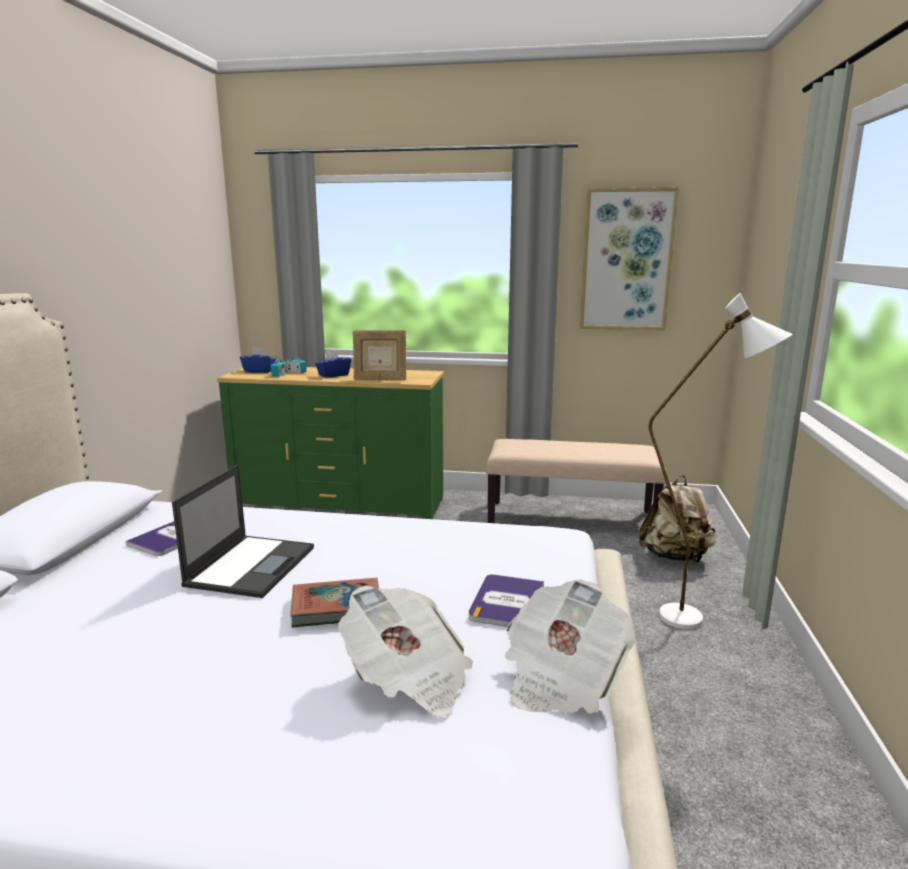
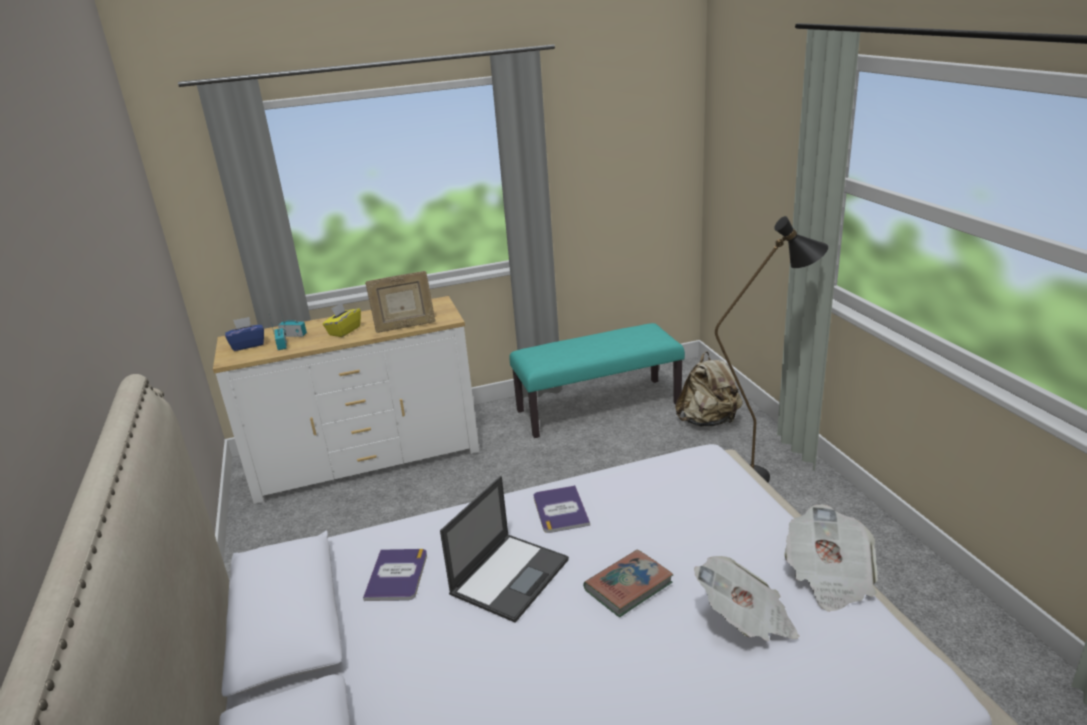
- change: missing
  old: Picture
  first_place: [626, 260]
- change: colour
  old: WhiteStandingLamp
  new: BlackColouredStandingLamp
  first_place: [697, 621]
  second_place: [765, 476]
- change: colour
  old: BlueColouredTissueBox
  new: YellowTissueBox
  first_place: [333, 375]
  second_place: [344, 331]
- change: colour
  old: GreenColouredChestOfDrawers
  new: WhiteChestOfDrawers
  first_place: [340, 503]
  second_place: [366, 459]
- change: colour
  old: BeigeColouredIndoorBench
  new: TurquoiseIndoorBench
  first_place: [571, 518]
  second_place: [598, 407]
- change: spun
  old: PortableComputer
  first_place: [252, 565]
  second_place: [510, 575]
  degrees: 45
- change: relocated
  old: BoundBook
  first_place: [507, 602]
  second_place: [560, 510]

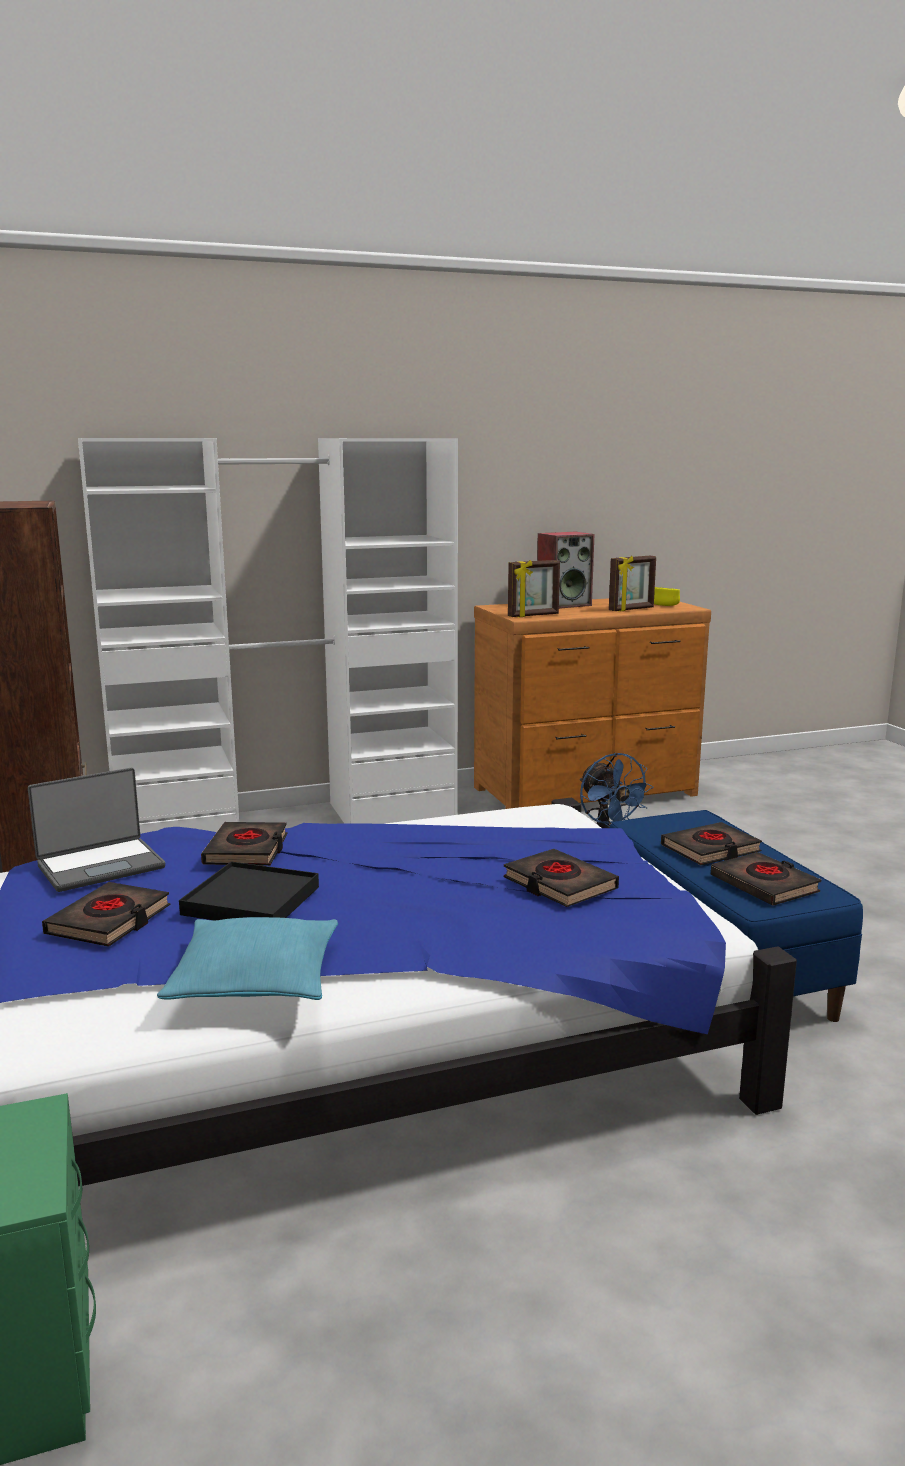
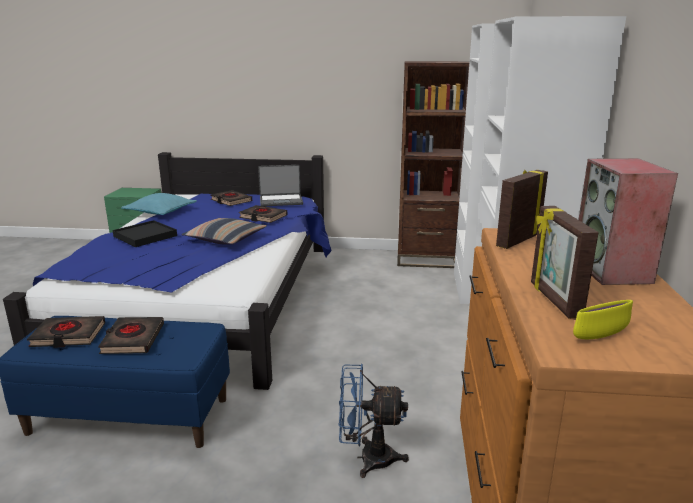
- change: spun
  old: PhotoFrame
  first_place: [533, 615]
  second_place: [517, 240]
  degrees: 45
- change: spun
  old: PortableComputer
  first_place: [100, 866]
  second_place: [281, 201]
  degrees: -90
- change: missing
  old: BlackColouredBoundBook
  first_place: [559, 884]
- change: relocated
  old: BlackColouredServingTray
  first_place: [252, 900]
  second_place: [145, 236]
- change: appeared
  new: ThrowPillow
  second_place: [226, 239]

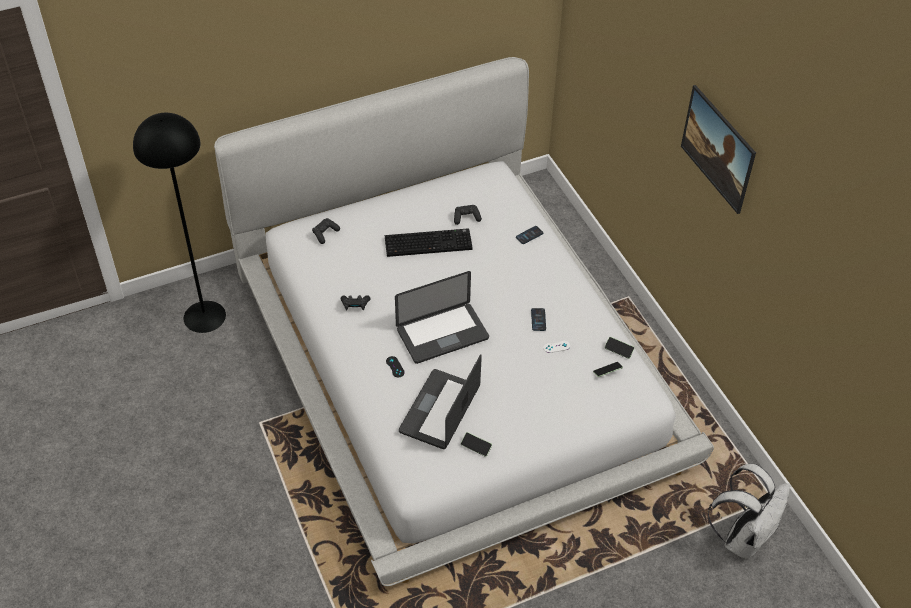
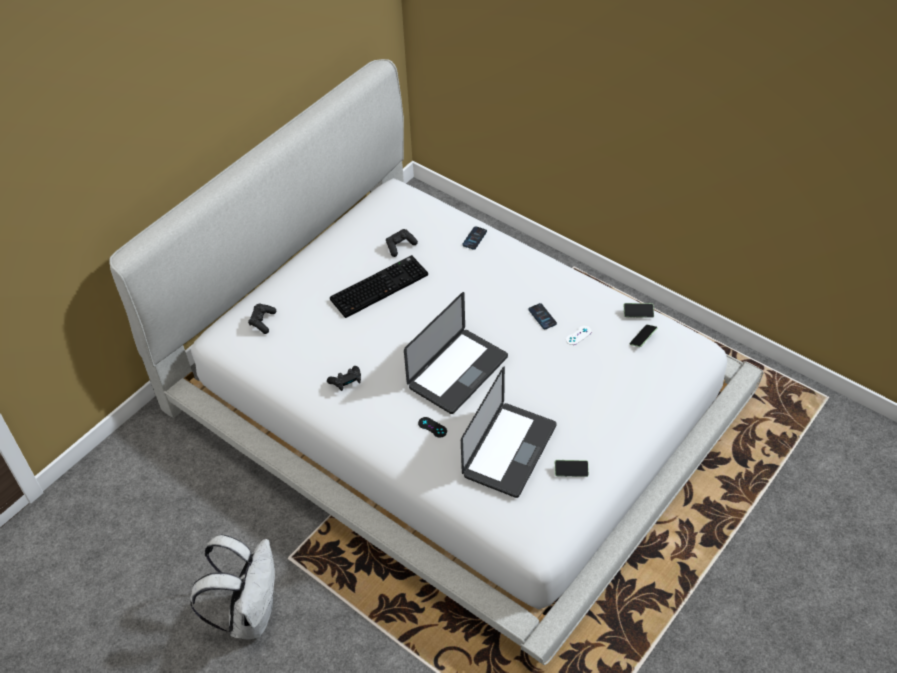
- change: missing
  old: Picture
  first_place: [714, 164]
- change: missing
  old: BlackColouredStandingLamp
  first_place: [204, 316]
- change: spun
  old: PortableComputer
  first_place: [440, 410]
  second_place: [509, 451]
  degrees: -150
- change: relocated
  old: WhiteKnapsack
  first_place: [743, 537]
  second_place: [250, 614]

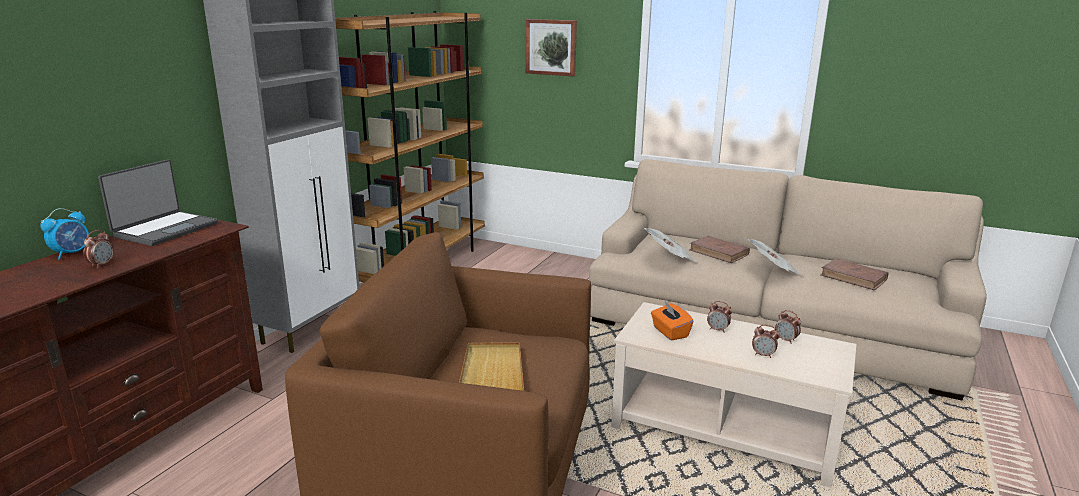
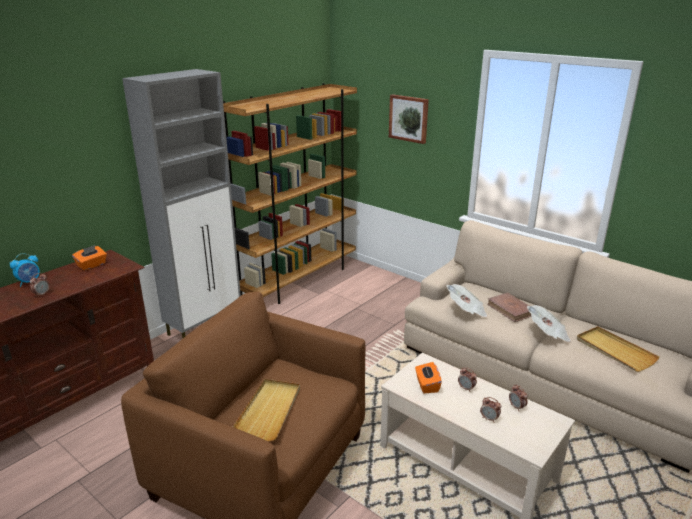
- change: exchanged
  old: PortableComputer
  new: OrangeTissueBox
  first_place: [165, 230]
  second_place: [92, 265]
- change: exchanged
  old: BrownColouredBoundBook
  new: BeigeColouredServingTray
  first_place: [854, 277]
  second_place: [614, 351]

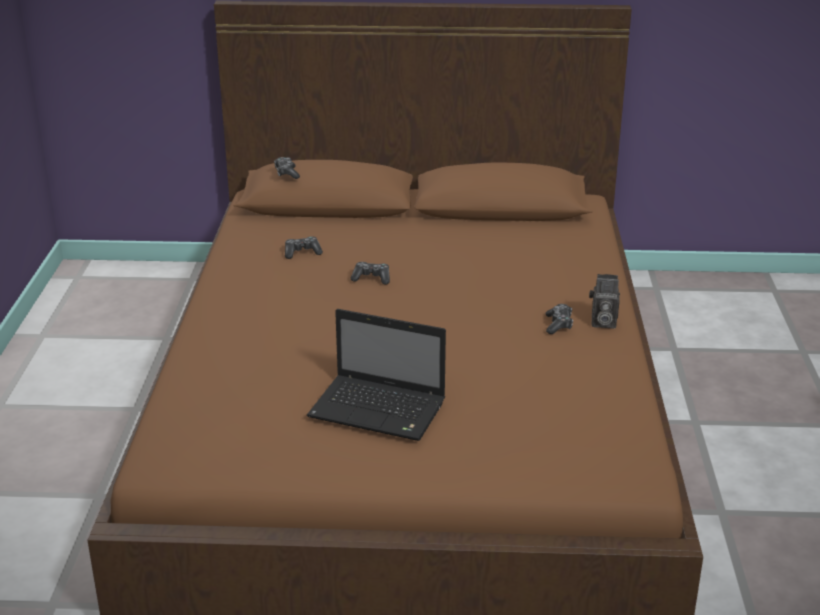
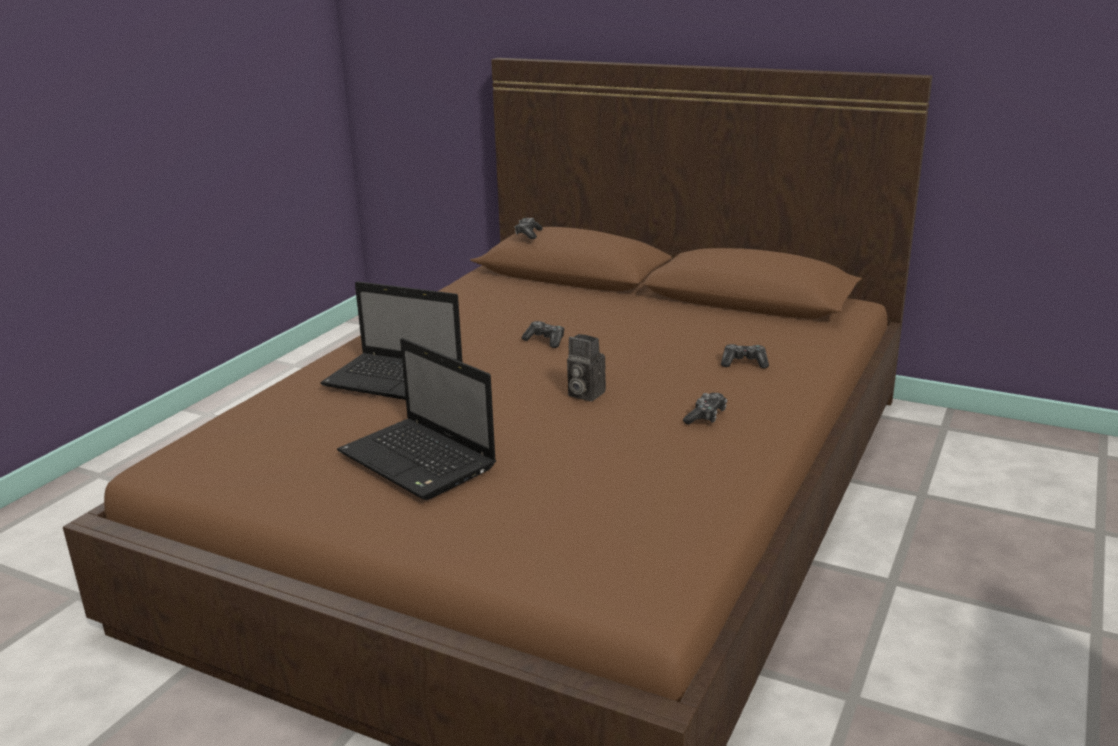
- change: relocated
  old: Joypad
  first_place: [302, 253]
  second_place: [744, 363]
- change: relocated
  old: PhotoCamera
  first_place: [602, 323]
  second_place: [583, 394]
- change: appeared
  new: PortableComputer
  second_place: [397, 380]

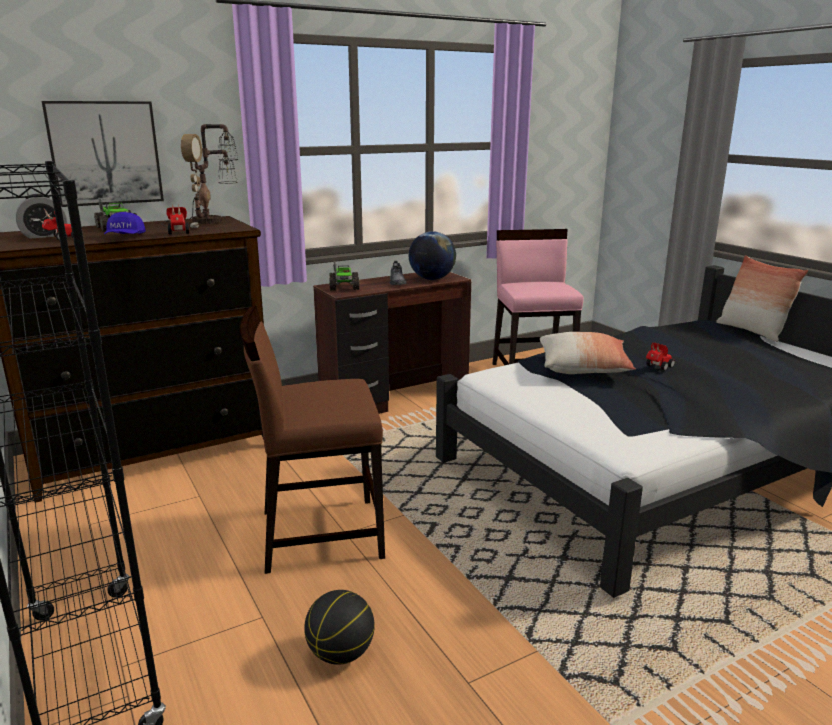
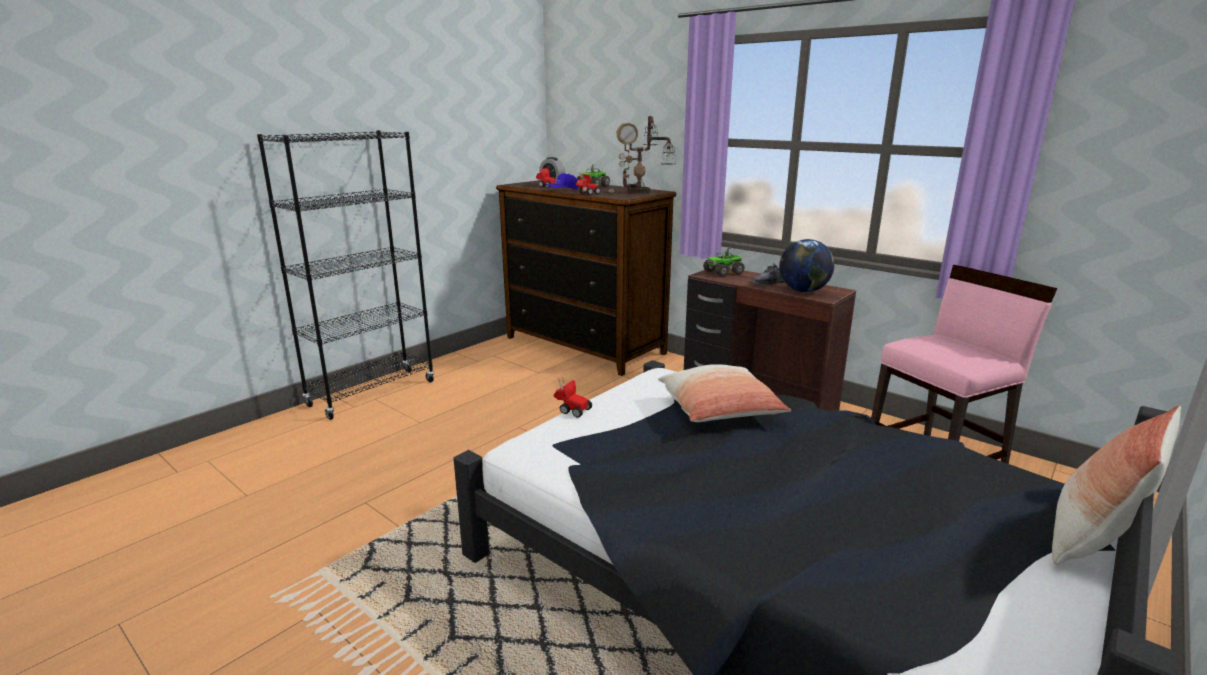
- change: missing
  old: Picture
  first_place: [105, 153]
- change: missing
  old: BrownColouredUprightChair
  first_place: [319, 533]
- change: relocated
  old: ModelCar
  first_place: [657, 367]
  second_place: [571, 410]
- change: missing
  old: Basketball
  first_place: [340, 653]

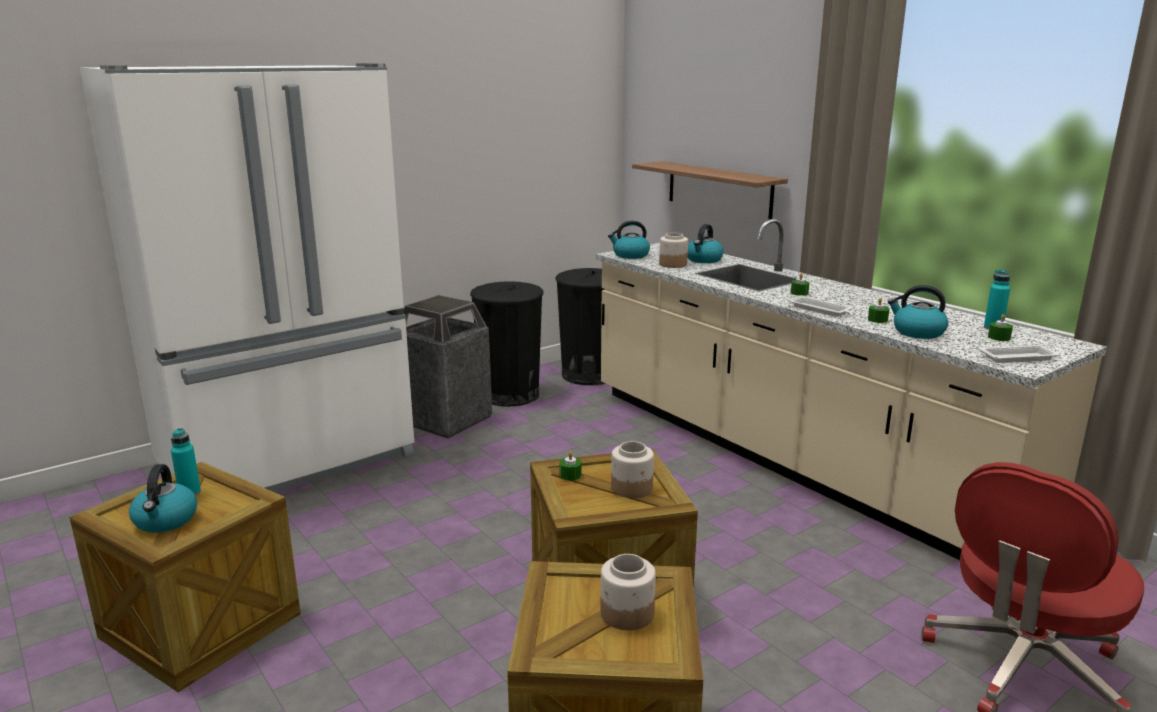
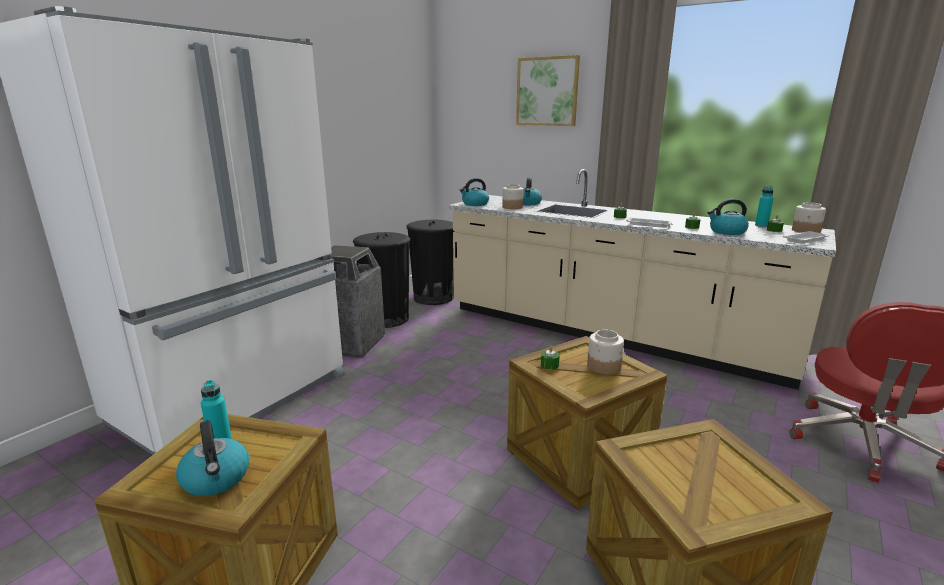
- change: missing
  old: Shelf
  first_place: [719, 189]
- change: relocated
  old: Jar
  first_place: [627, 614]
  second_place: [806, 231]
- change: appeared
  new: Picture
  second_place: [547, 91]

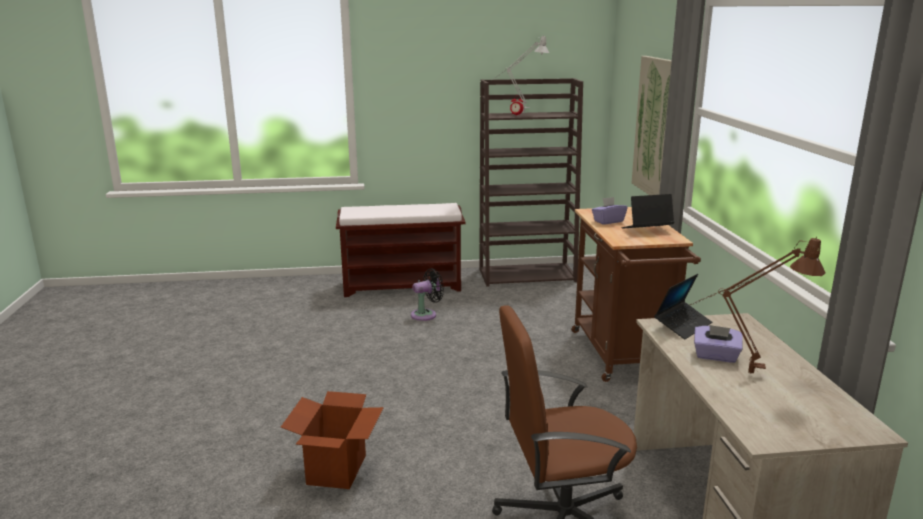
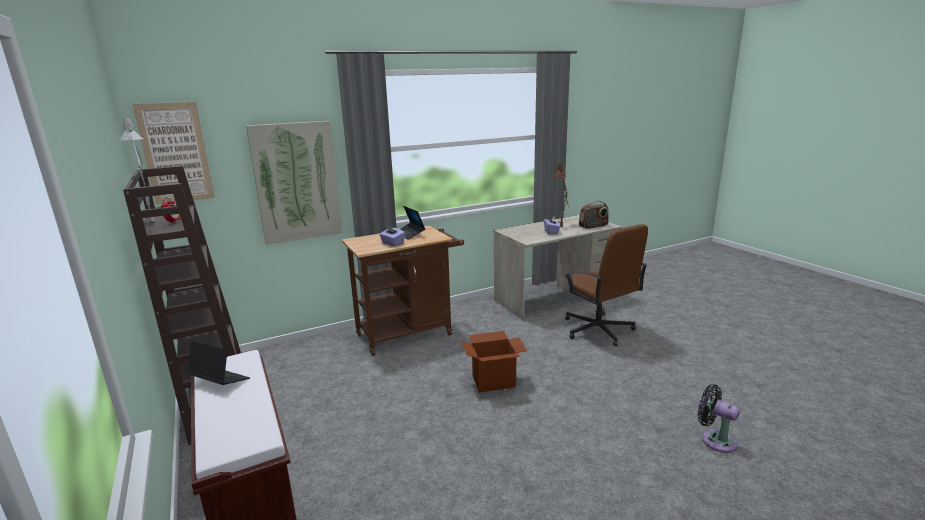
- change: relocated
  old: BlackColouredElectricFan
  first_place: [426, 314]
  second_place: [715, 440]
- change: relocated
  old: PortableComputer
  first_place: [682, 325]
  second_place: [219, 381]
- change: relocated
  old: PackingBox
  first_place: [336, 470]
  second_place: [494, 381]
- change: appeared
  new: Picture
  second_place: [175, 153]
- change: appeared
  new: Radio
  second_place: [593, 226]

